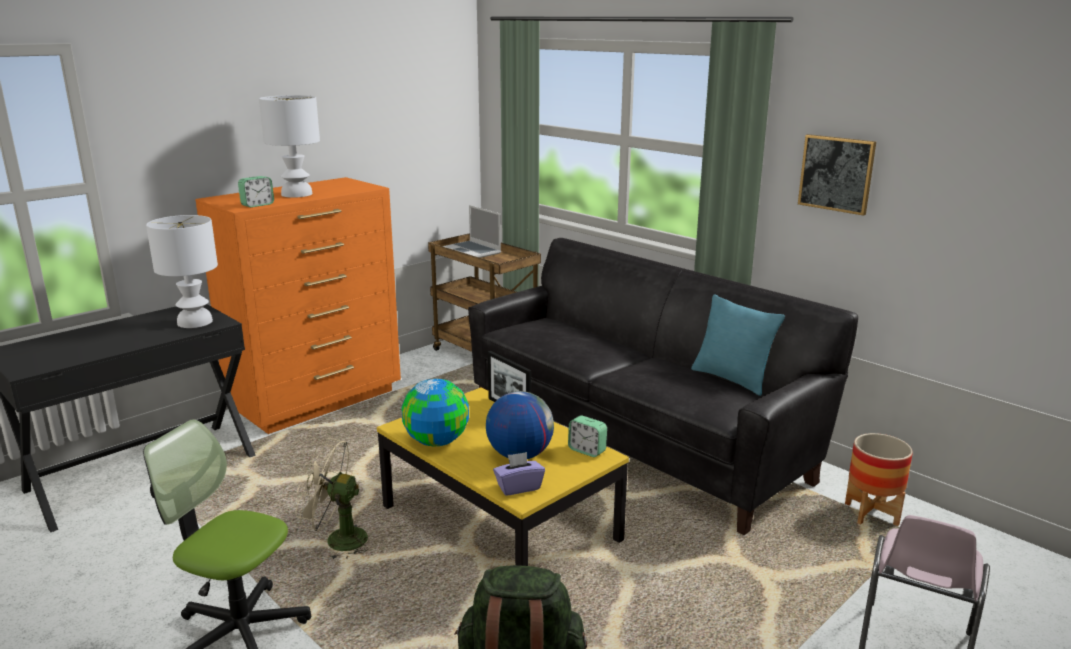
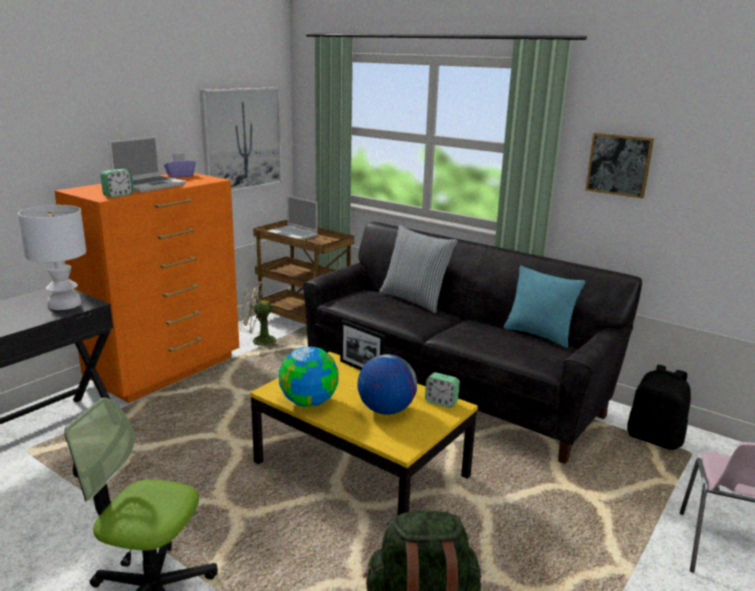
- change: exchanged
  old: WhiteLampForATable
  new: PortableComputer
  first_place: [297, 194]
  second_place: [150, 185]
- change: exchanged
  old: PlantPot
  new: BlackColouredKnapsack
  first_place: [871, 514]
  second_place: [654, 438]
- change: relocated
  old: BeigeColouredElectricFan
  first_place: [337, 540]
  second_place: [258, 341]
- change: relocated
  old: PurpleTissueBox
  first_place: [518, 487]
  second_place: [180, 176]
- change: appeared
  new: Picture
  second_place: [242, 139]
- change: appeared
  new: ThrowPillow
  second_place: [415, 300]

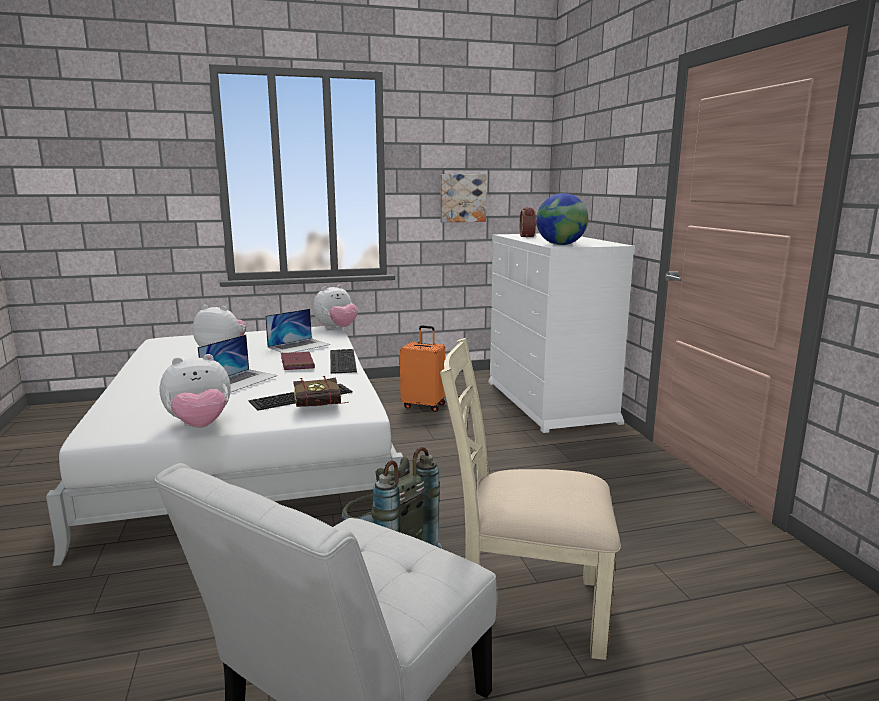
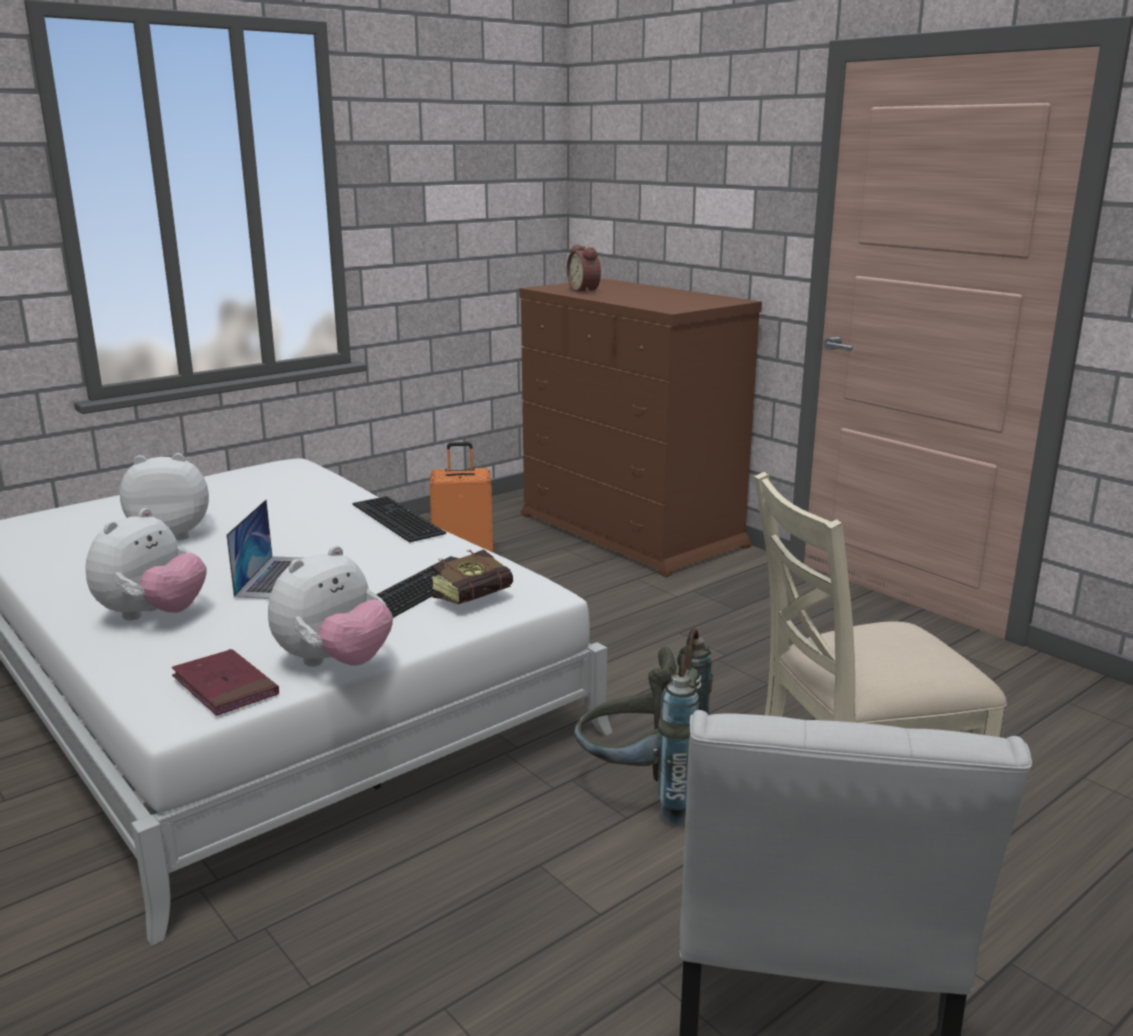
- change: missing
  old: Picture
  first_place: [462, 198]
- change: missing
  old: WorldGlobe
  first_place: [560, 245]
- change: colour
  old: WhiteChestOfDrawers
  new: BrownColouredChestOfDrawers
  first_place: [550, 401]
  second_place: [631, 530]
- change: relocated
  old: SoftToy
  first_place: [336, 329]
  second_place: [152, 615]
- change: missing
  old: PortableComputer
  first_place: [299, 346]
- change: relocated
  old: ReddishBoundBook
  first_place: [297, 363]
  second_place: [225, 687]

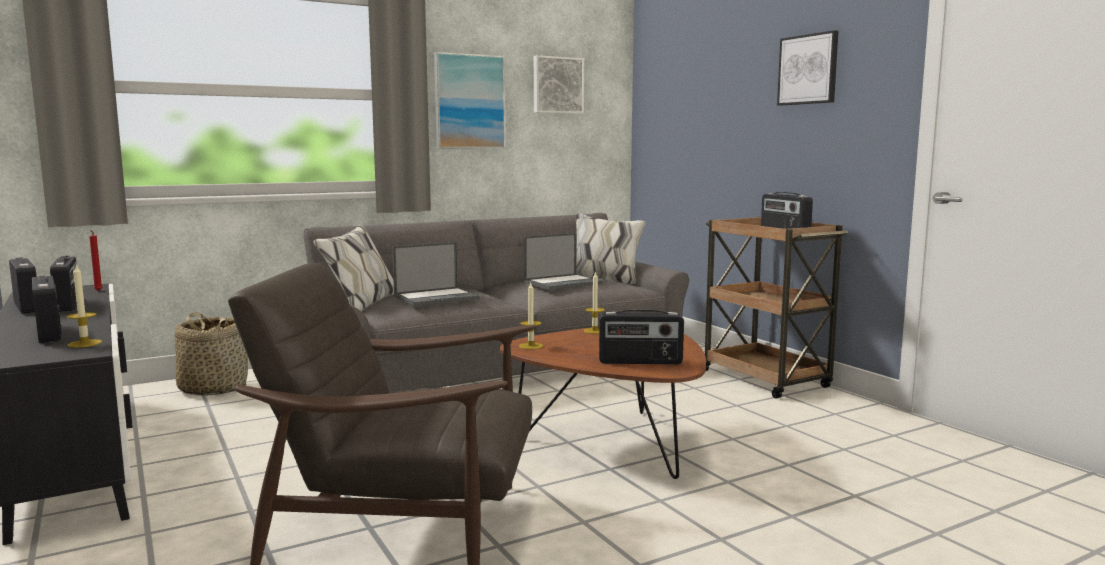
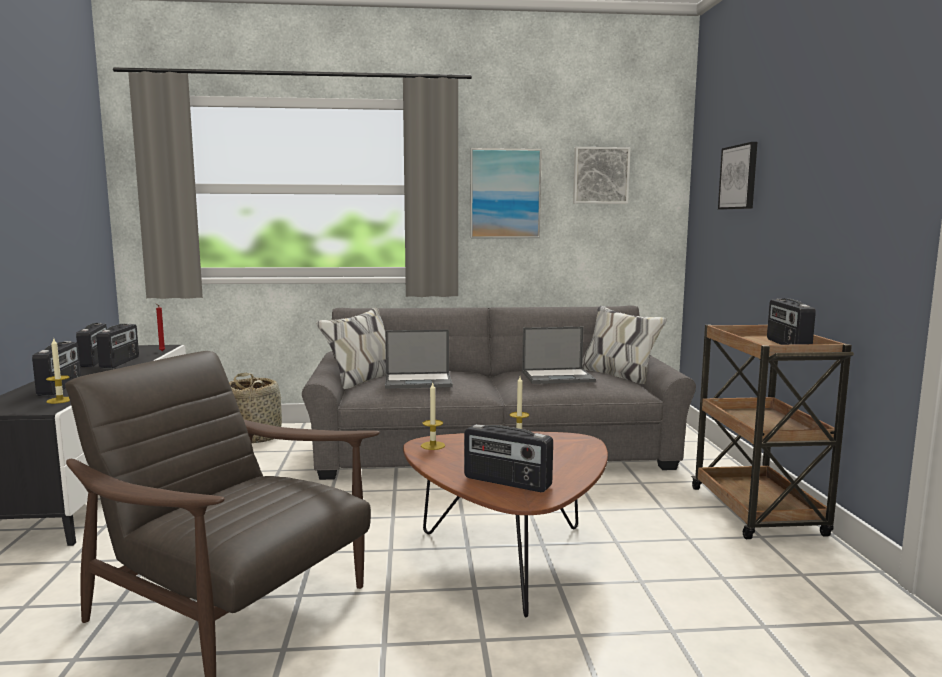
- change: relocated
  old: Picture
  first_place: [808, 69]
  second_place: [739, 177]

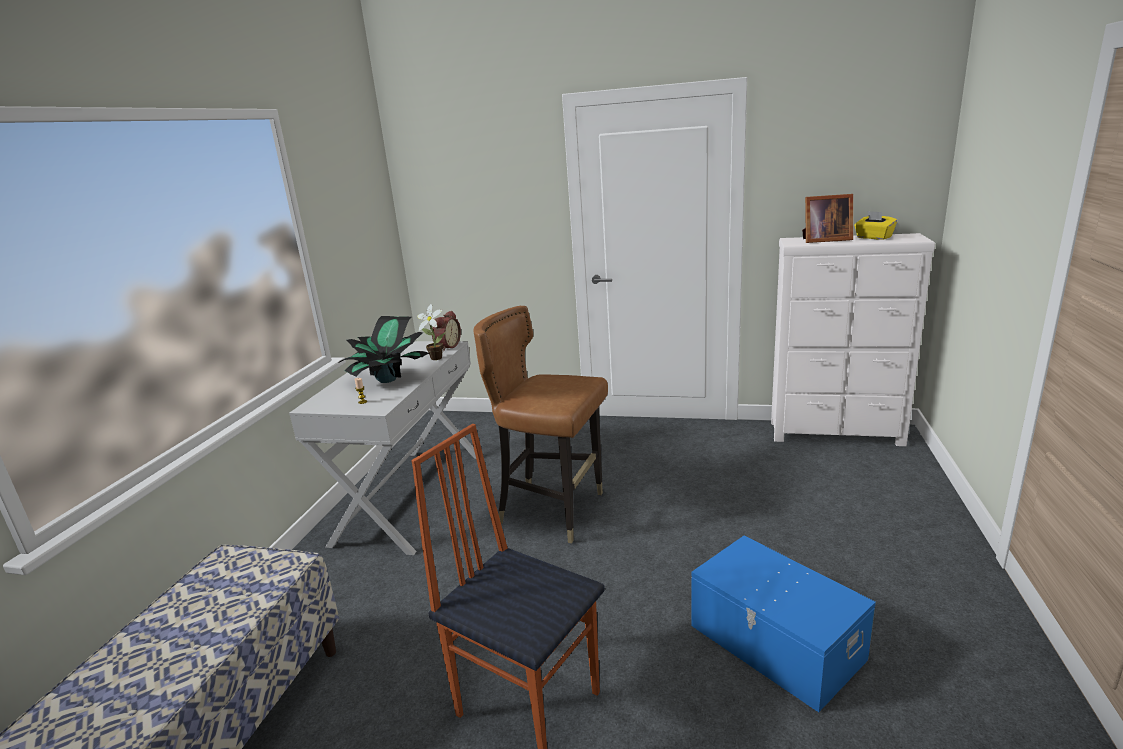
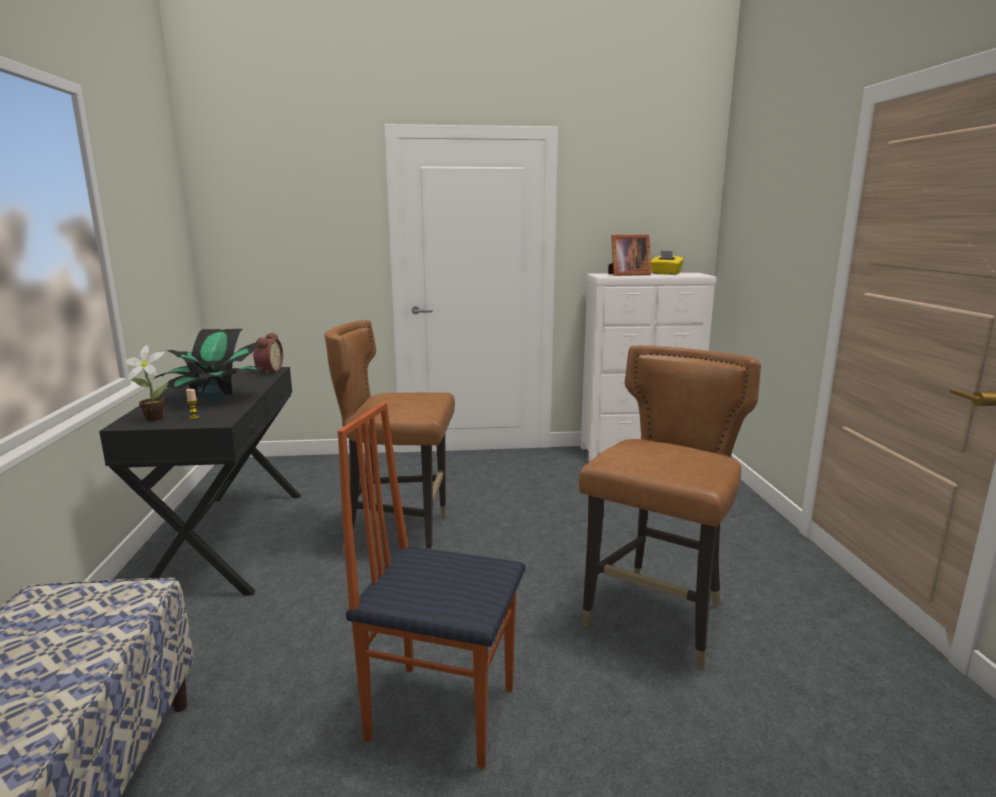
- change: relocated
  old: PlantInAPot
  first_place: [435, 358]
  second_place: [152, 418]
- change: colour
  old: WhiteHallTable
  new: BlackColouredHallTable
  first_place: [411, 497]
  second_place: [229, 540]
- change: exchanged
  old: BlueColouredStorageContainer
  new: BrownColouredUprightChair
  first_place: [775, 643]
  second_place: [657, 619]

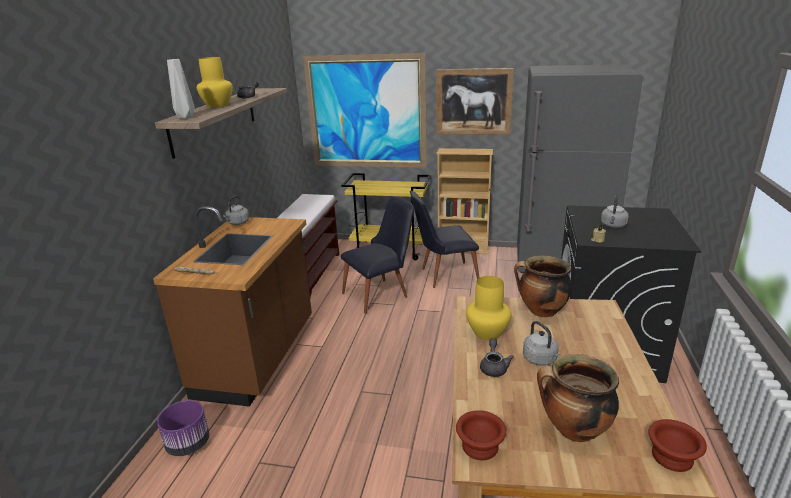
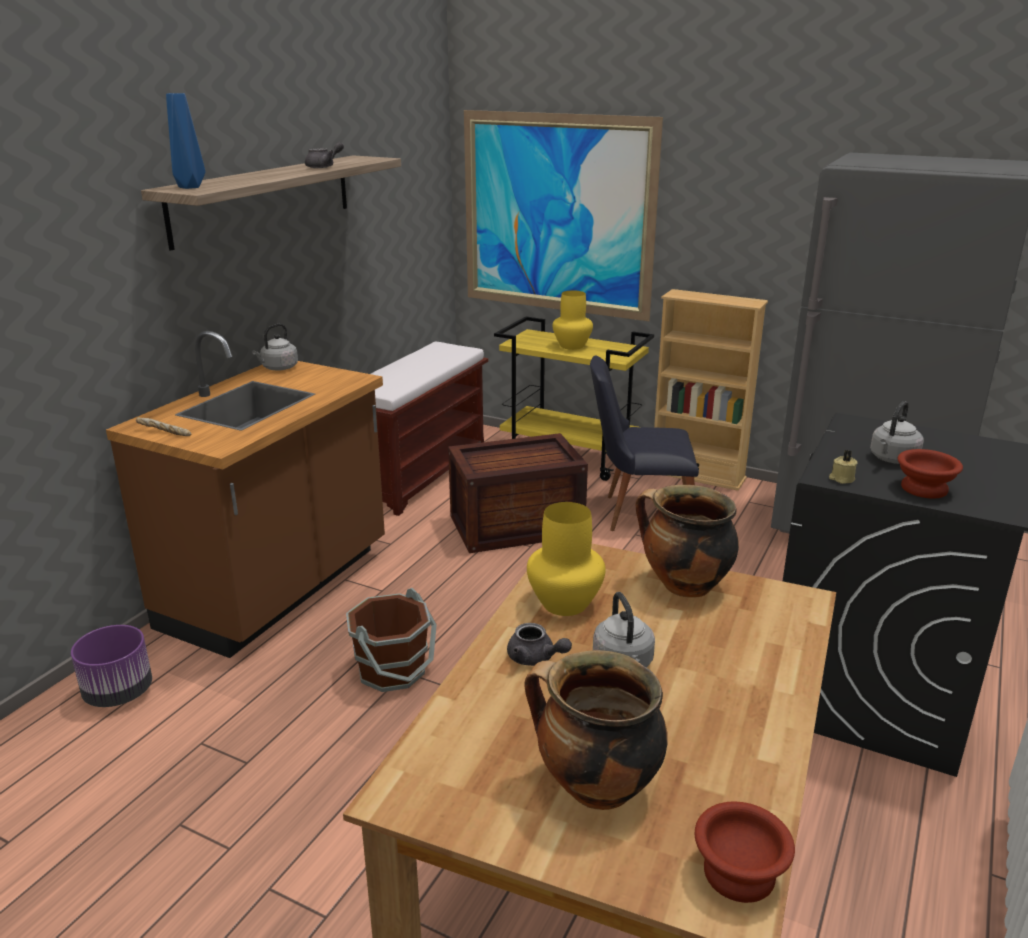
- change: relocated
  old: YellowFlowerVase
  first_place: [217, 105]
  second_place: [571, 346]
- change: colour
  old: GreyishFlowerVase
  new: BlueColouredFlowerVase
  first_place: [184, 118]
  second_place: [188, 187]
- change: missing
  old: Picture
  first_place: [473, 102]
- change: exchanged
  old: BlackColouredUprightChair
  new: ShippingCrate
  first_place: [381, 294]
  second_place: [518, 525]
- change: spun
  old: GreyishTeaPot
  first_place: [494, 367]
  second_place: [535, 658]
  degrees: 105
- change: relocated
  old: BrownColouredDeepDish
  first_place: [480, 447]
  second_place: [923, 489]
- change: appeared
  new: BrownColouredWaterBucket
  second_place: [393, 670]

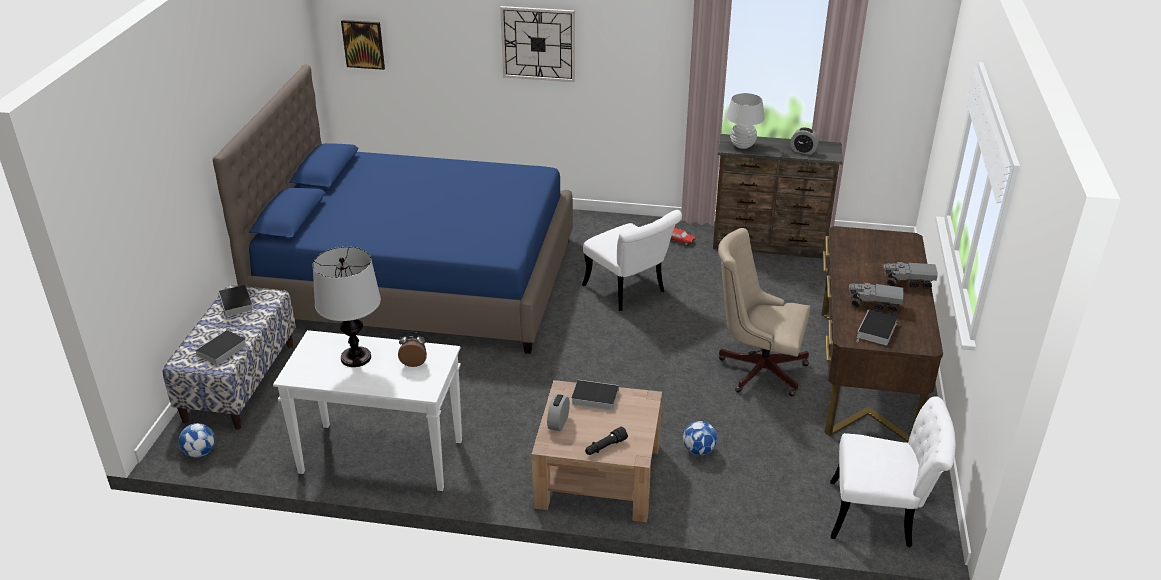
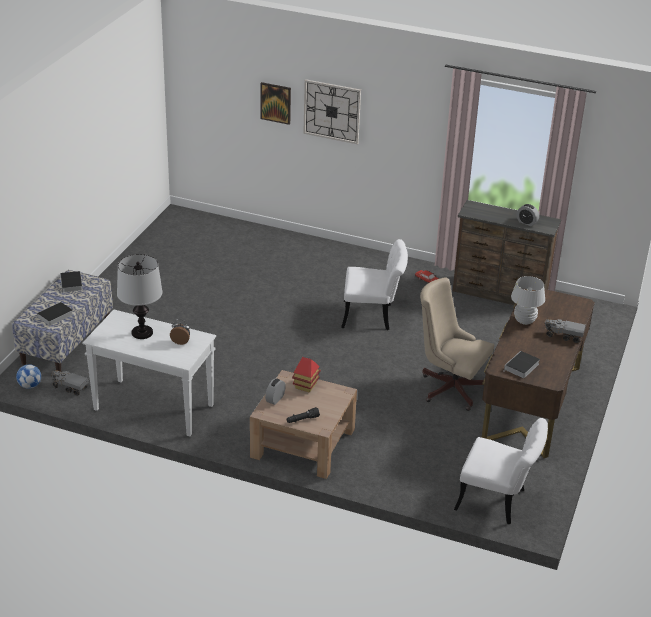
- change: relocated
  old: Picture
  first_place: [363, 44]
  second_place: [275, 103]
- change: missing
  old: BlueColouredBed
  first_place: [418, 279]
- change: relocated
  old: WhiteLampForATable
  first_place: [742, 145]
  second_place: [524, 321]
- change: spun
  old: WhiteUprightChair
  first_place: [629, 292]
  second_place: [373, 316]
  degrees: -60
- change: relocated
  old: ToyTruck
  first_place: [874, 304]
  second_place: [70, 387]
- change: exchanged
  old: BoundBook
  new: ToyHouse
  first_place: [593, 397]
  second_place: [306, 386]
- change: missing
  old: FootballBall
  first_place: [698, 450]

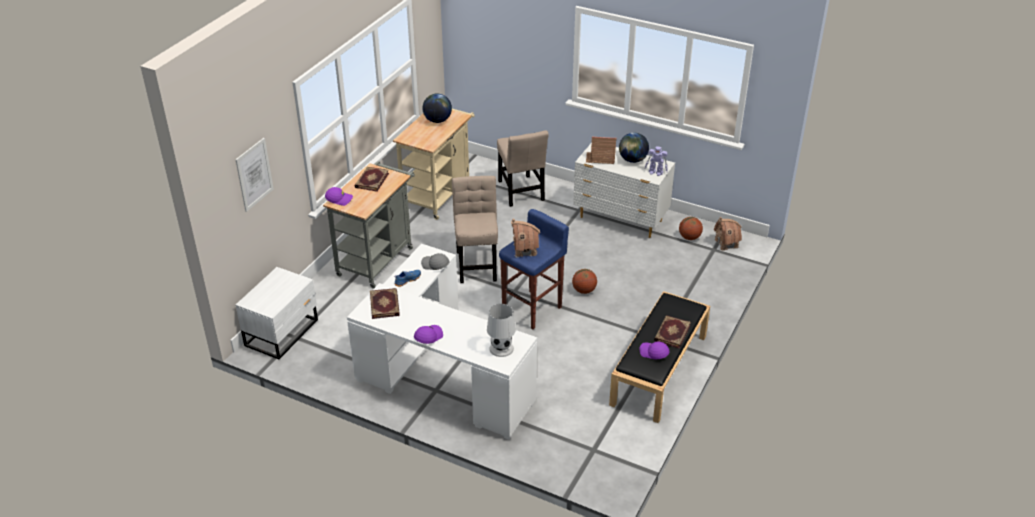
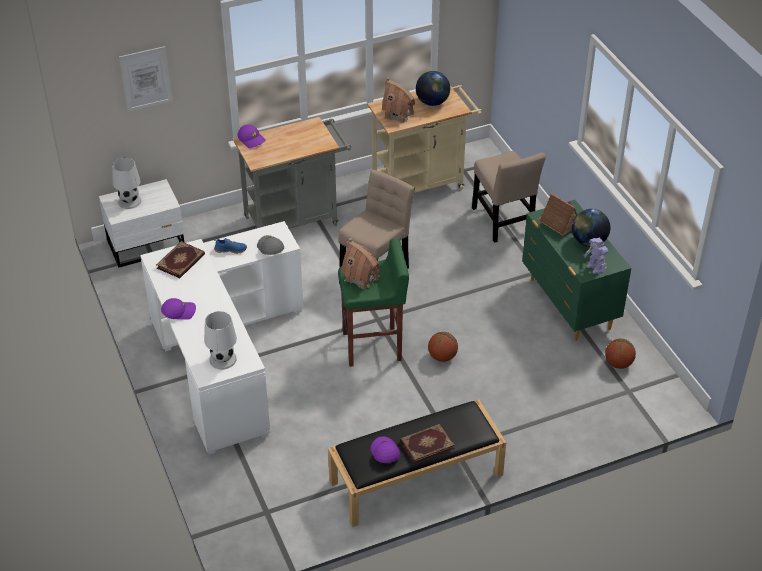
- change: spun
  old: BeigeColouredUprightChair
  first_place: [521, 192]
  second_place: [503, 222]
  degrees: -45
- change: colour
  old: WhiteChestOfDrawers
  new: GreenColouredChestOfDrawers
  first_place: [621, 220]
  second_place: [569, 305]
- change: missing
  old: BoundBook
  first_place: [371, 180]
- change: colour
  old: BlueColouredStool
  new: GreenColouredStool
  first_place: [533, 309]
  second_place: [373, 347]
- change: relocated
  old: ToyHouse
  first_place: [726, 243]
  second_place: [398, 114]
- change: appeared
  new: WhiteLampForATable
  second_place: [129, 201]

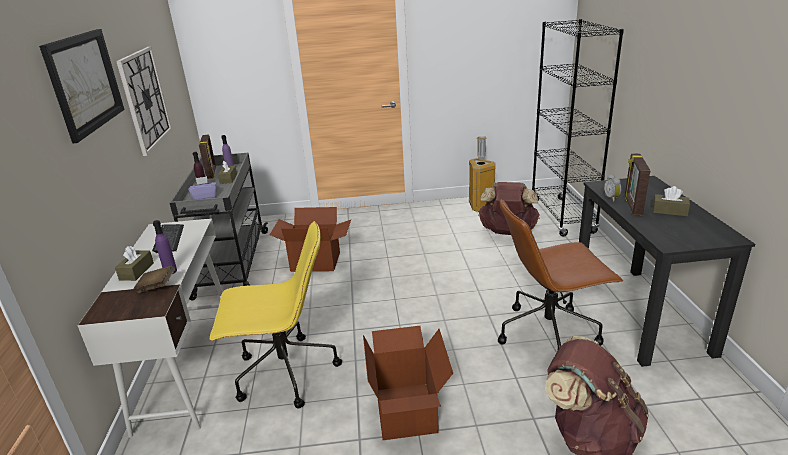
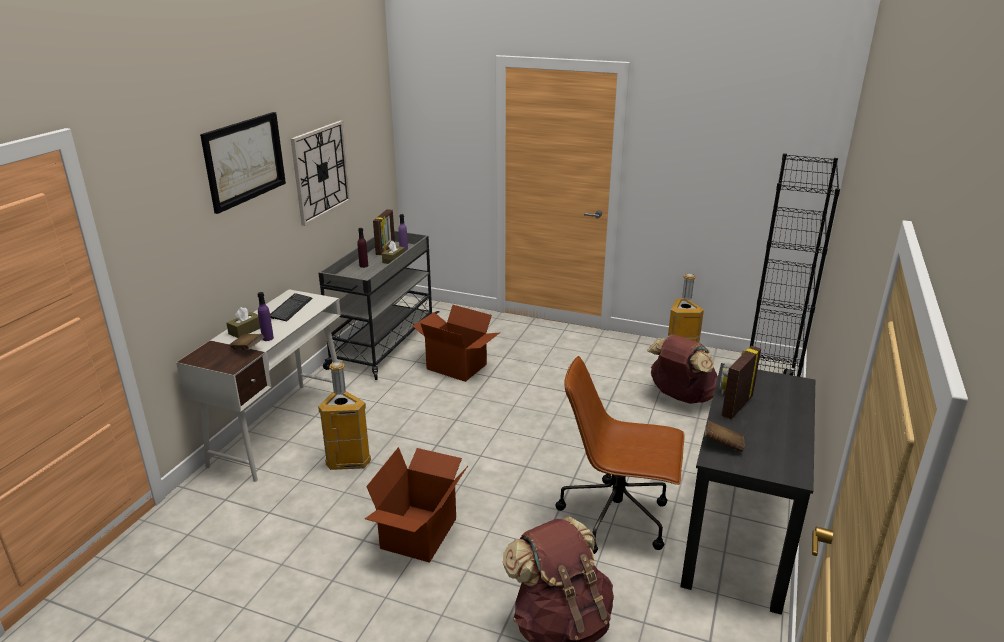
- change: missing
  old: PurpleTissueBox
  first_place: [205, 196]
- change: missing
  old: BrownColouredTissueBox
  first_place: [669, 211]
- change: exchanged
  old: YellowComputerChair
  new: RubbishBin
  first_place: [284, 373]
  second_place: [349, 462]
- change: appeared
  new: BrownColouredBoundBook
  second_place: [723, 445]

